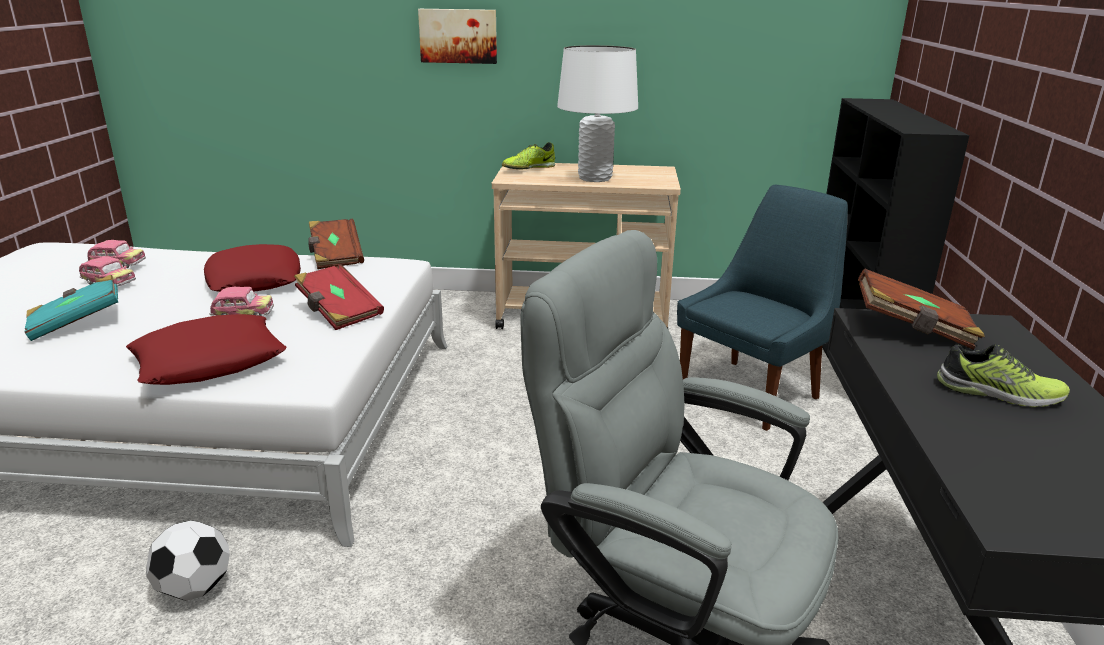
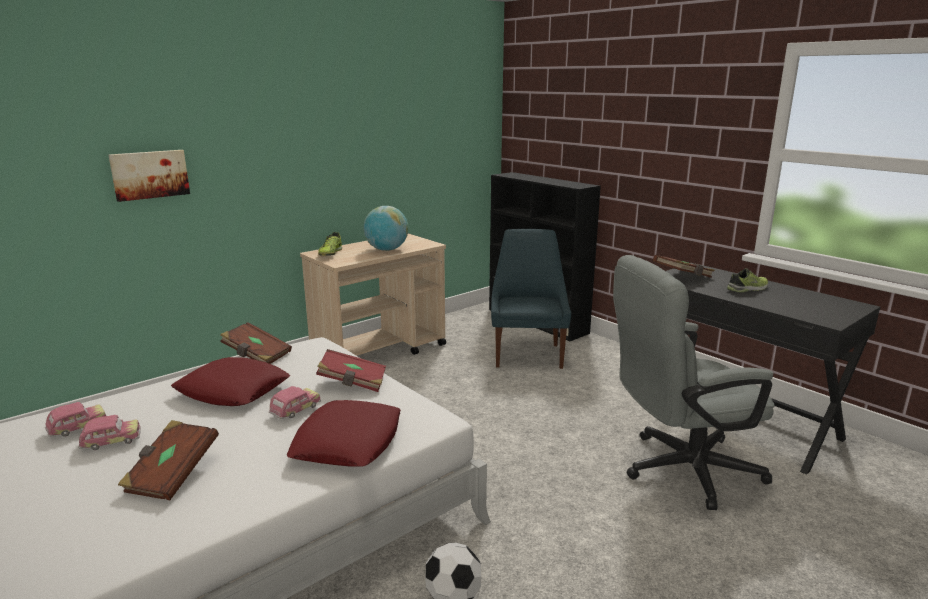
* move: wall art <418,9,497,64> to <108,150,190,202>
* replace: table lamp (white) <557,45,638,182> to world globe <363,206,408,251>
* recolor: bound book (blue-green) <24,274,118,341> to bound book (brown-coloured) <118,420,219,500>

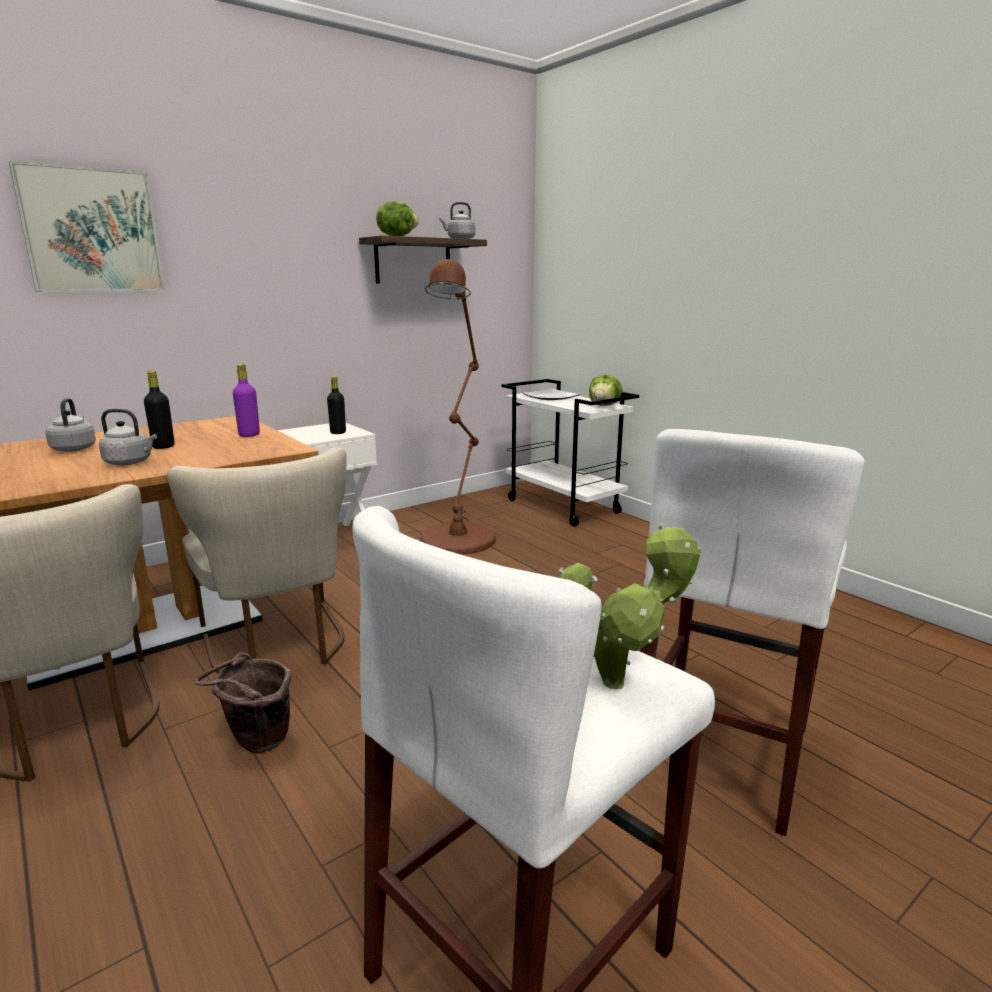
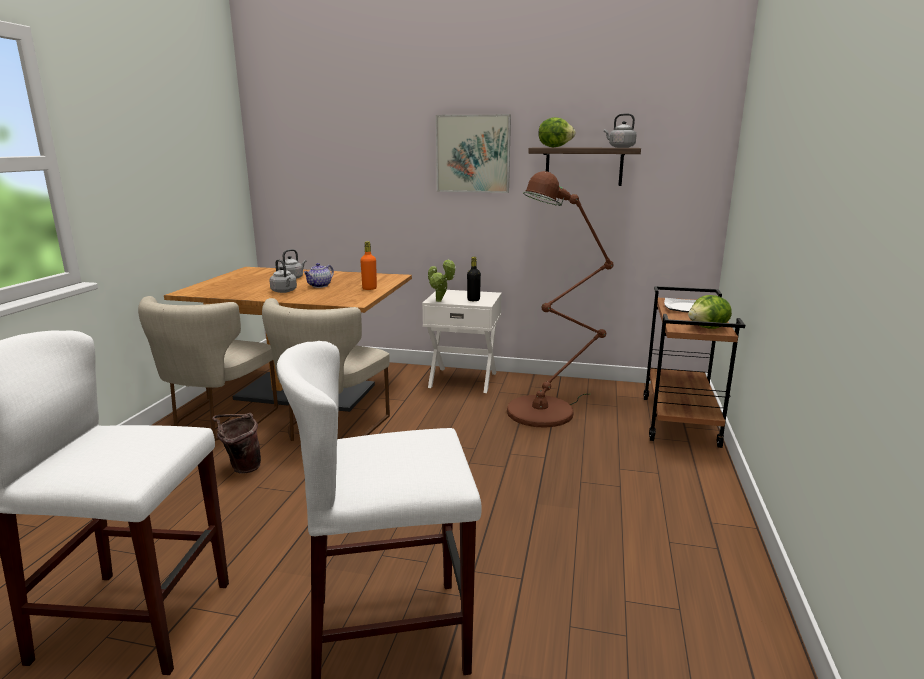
* move: wall art <9,161,165,292> to <436,114,511,193>
* recolor: bottle (purplish) <233,364,260,437> to bottle (orangey) <360,241,377,290>
* replace: bottle (black-coloured) <144,371,175,449> to pot for tea <303,263,334,288>
* recolor: wheeled cart (white) <502,379,639,526> to wheeled cart (brown-coloured) <643,286,745,448>
* move: plant in a pot <558,523,701,689> to <428,259,456,302>

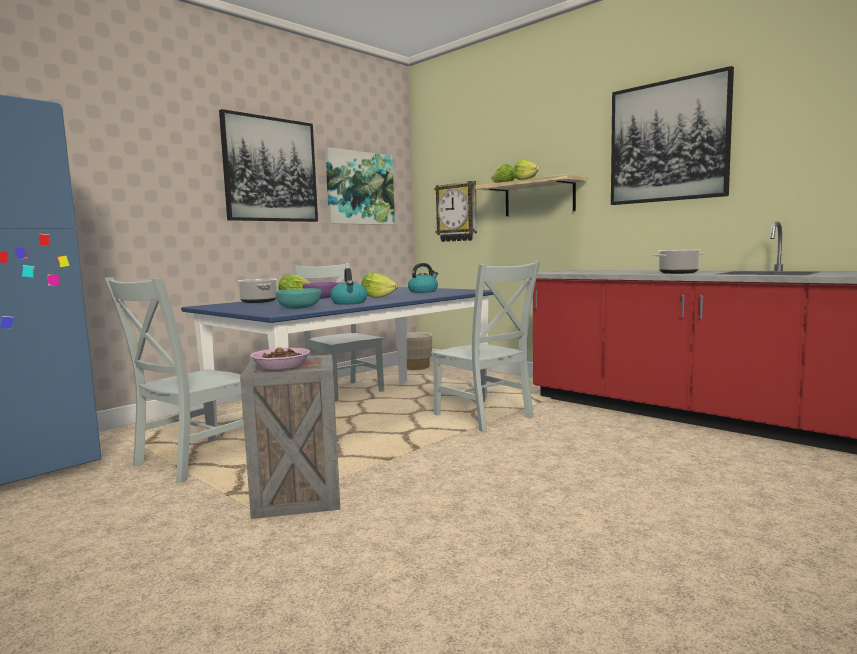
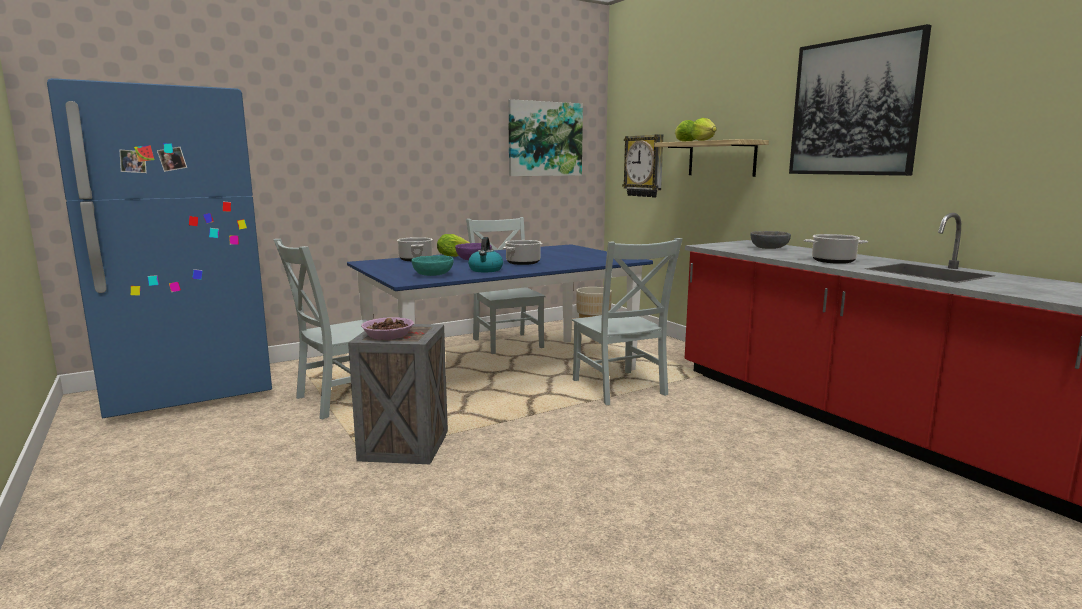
* delete: wall art <219,109,318,222>
* delete: water kettle <408,263,438,293>
* replace: lettuce head <361,272,398,298> to saucepot <503,240,542,265>
* insert: bowl (grey) <750,231,791,249>

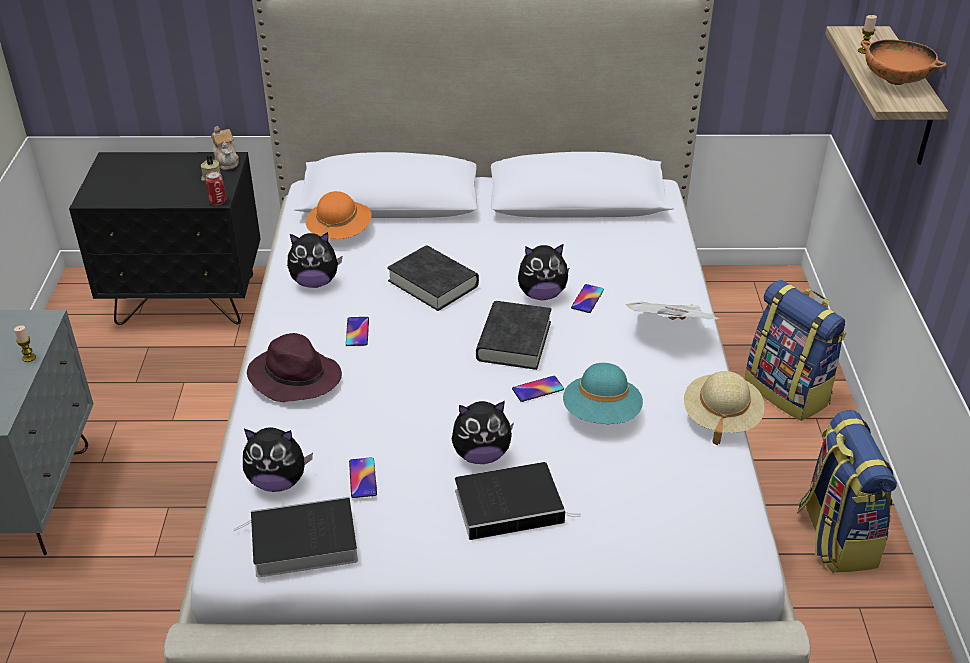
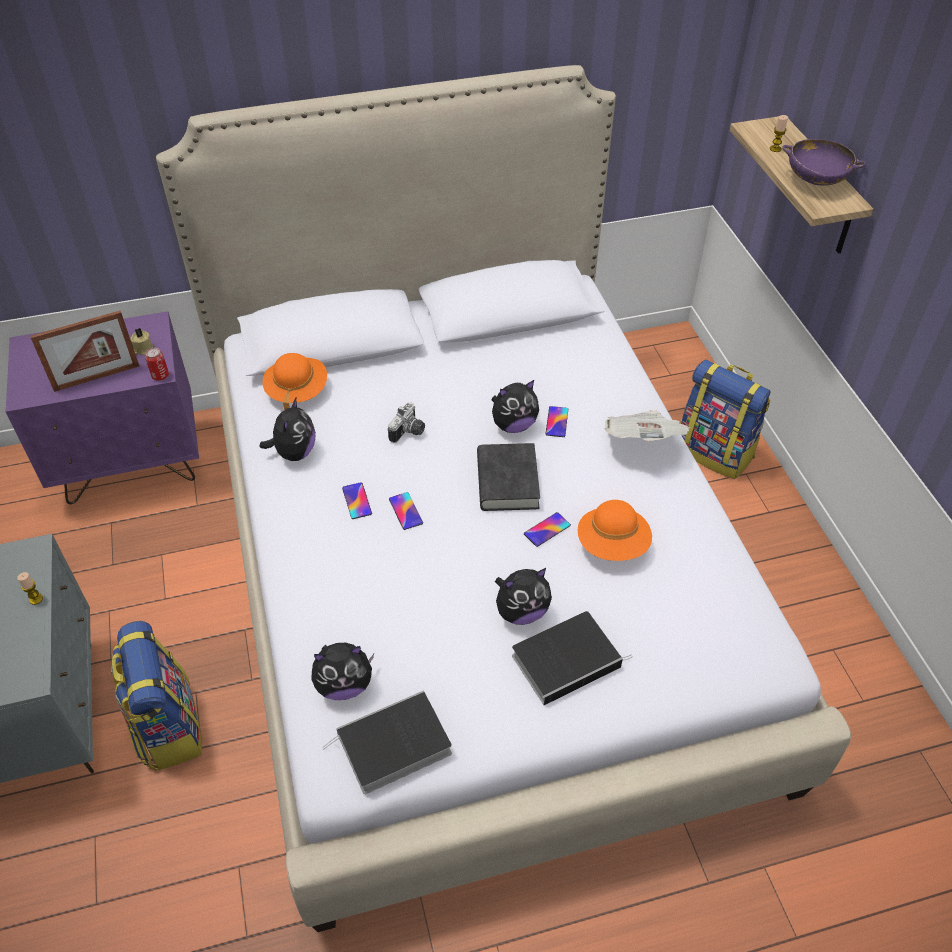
* recolor: bowl (orangey) <861,39,947,85> to bowl (purplish) <782,139,866,186>
* delete: pot for tea <211,126,239,170>
* recolor: night table (black-coloured) <69,152,261,325> to night table (purplish) <6,311,199,504>
* rotate: cuddly toy <287,232,342,288> = <260,398,316,461> 60 degrees counterclockwise
* replace: bound book (black-coloured) <387,245,479,311> to still camera <388,402,425,443>
* delete: wearable hat (purplish) <247,333,342,402>
* recolor: wearable hat (blue-green) <563,363,643,424> to wearable hat (orangey) <578,500,652,561>
* delete: wearable hat (sand-coloured) <684,371,765,445>
* move: knapsack <797,410,897,573> to <111,621,202,771>
* move: telephone <349,457,377,498> to <389,492,423,530>
* insert: picture frame <30,311,139,392>

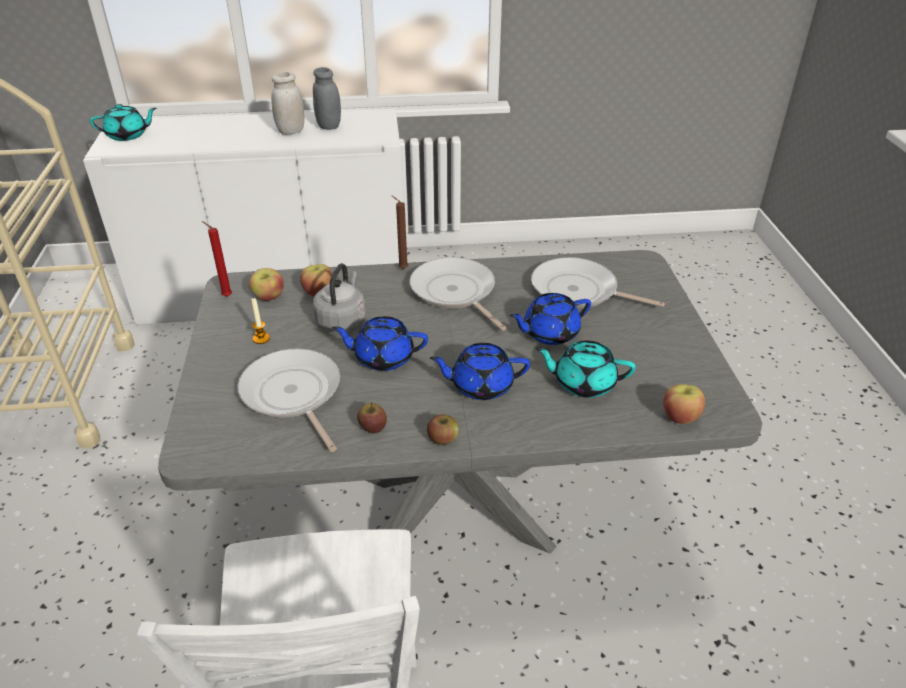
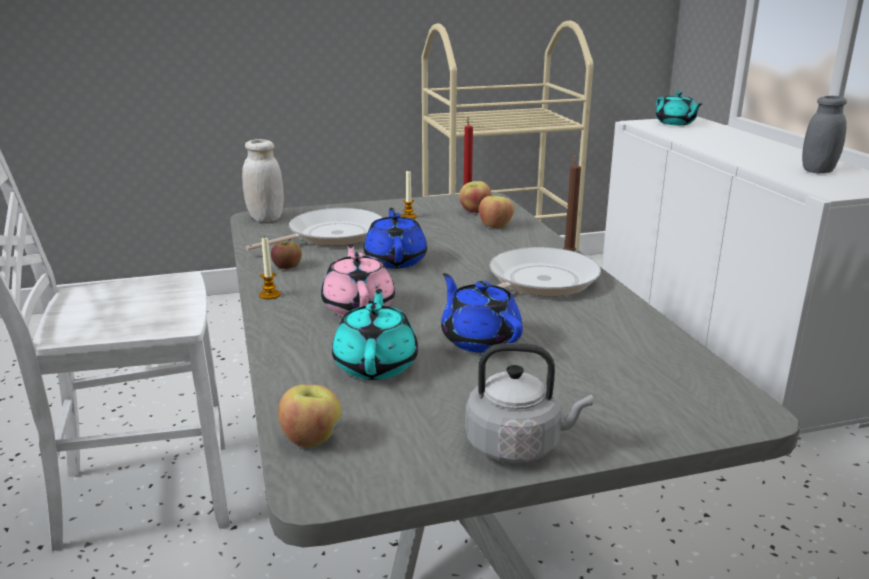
* move: jar (white) <271,72,305,135> to <242,139,284,222>
* delete: pan <531,257,665,309>
* move: water kettle (grey) <313,263,366,331> to <465,343,593,463>
* recolor: pot for tea (blue) <430,343,530,400> to pot for tea (pink-coloured) <321,244,395,316>
* replace: whole apple <427,415,459,445> to wax candle <259,236,281,299>

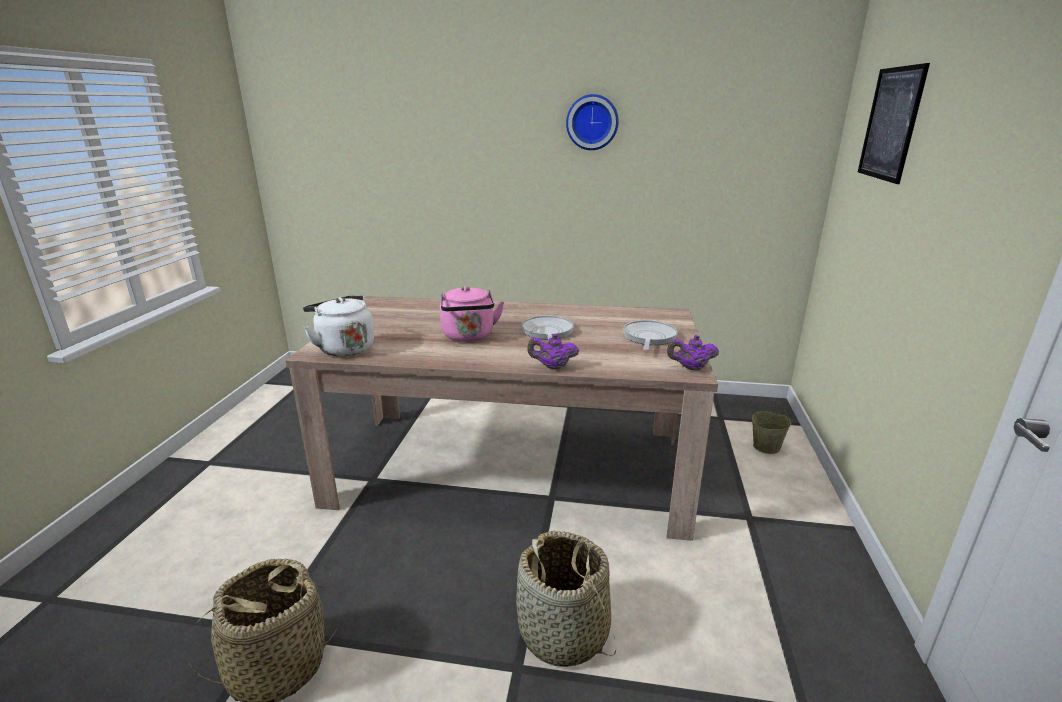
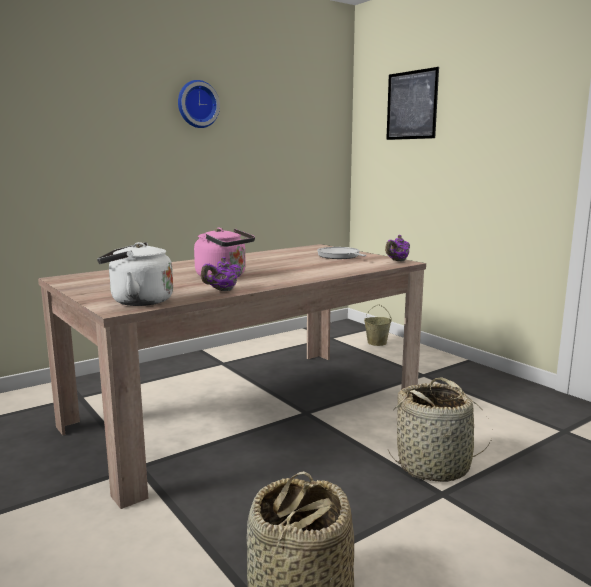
* delete: pan <522,316,574,340>
* move: pot for tea (purplish) <527,334,579,369> to <201,257,242,291>

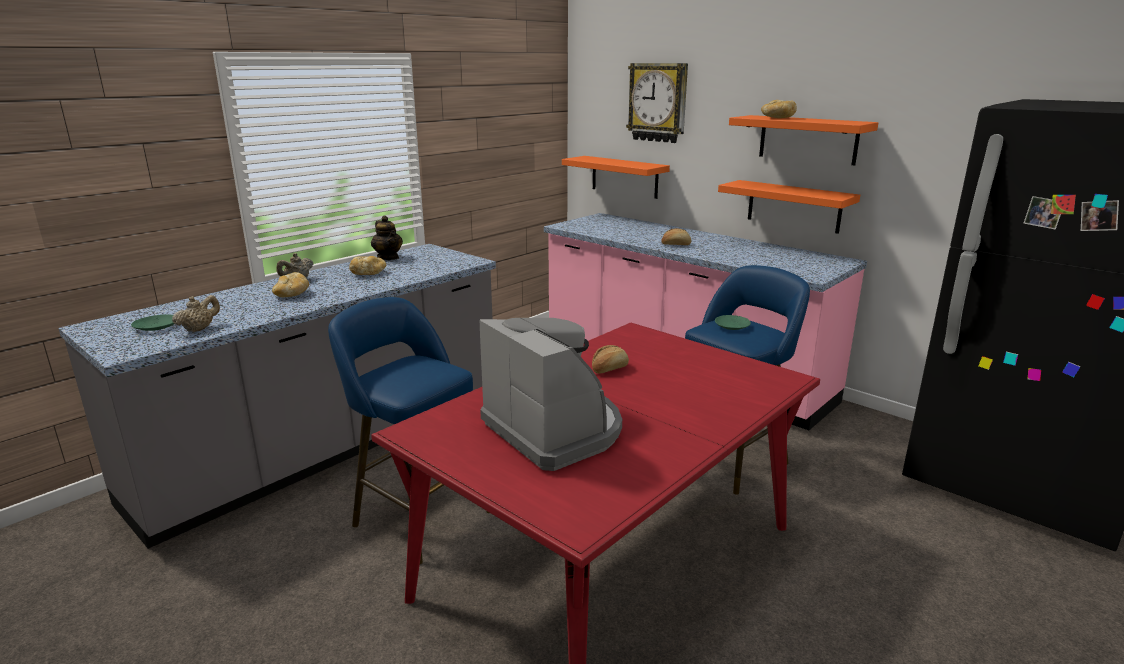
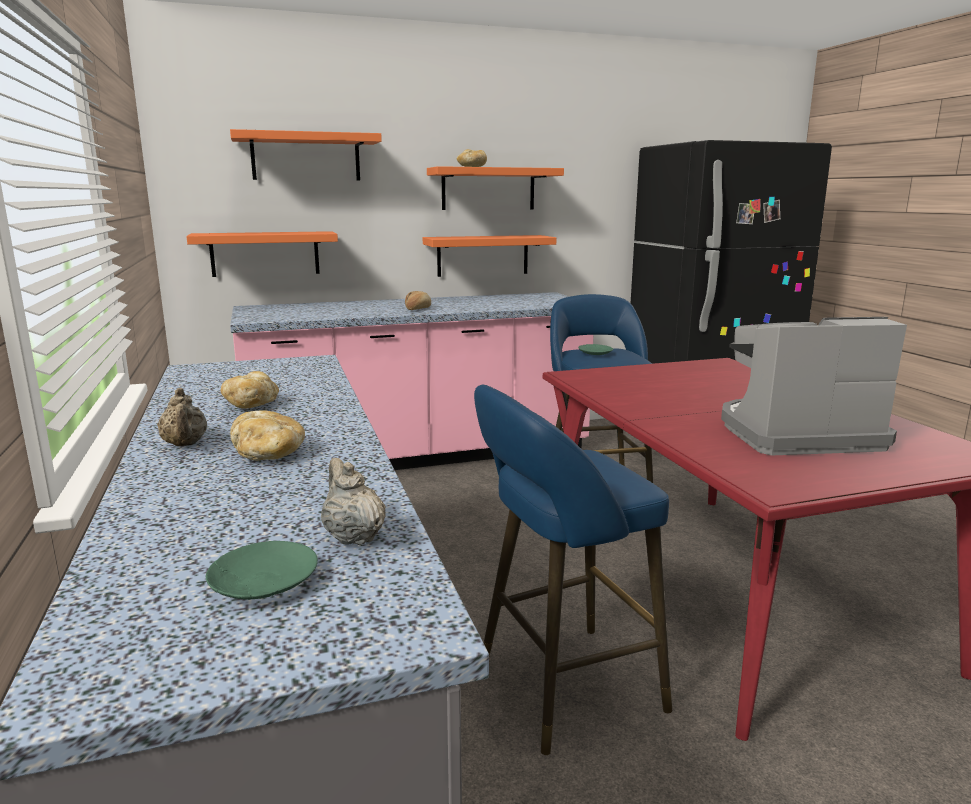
* replace: hanging clock <626,63,688,143> to wall shelf (orangey) <230,129,382,181>
* delete: pot for tea <371,216,403,260>
* delete: bread <592,345,629,374>

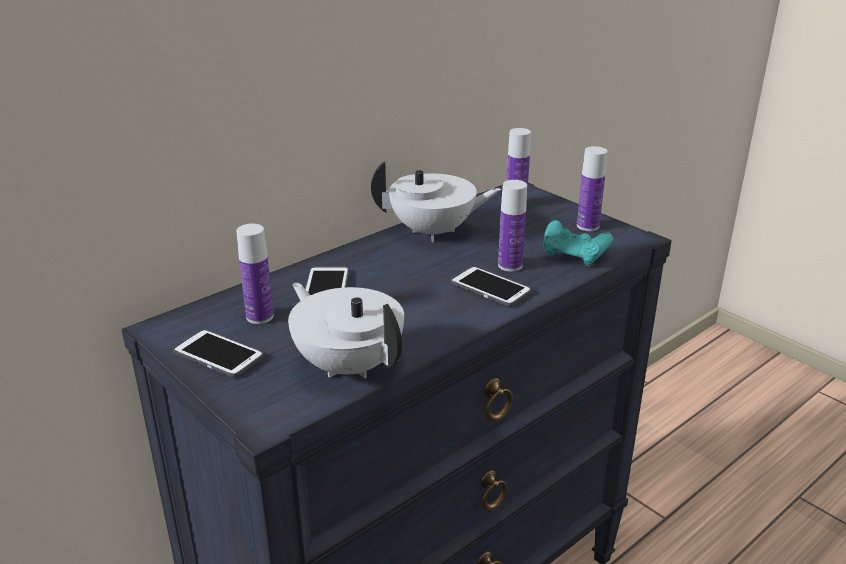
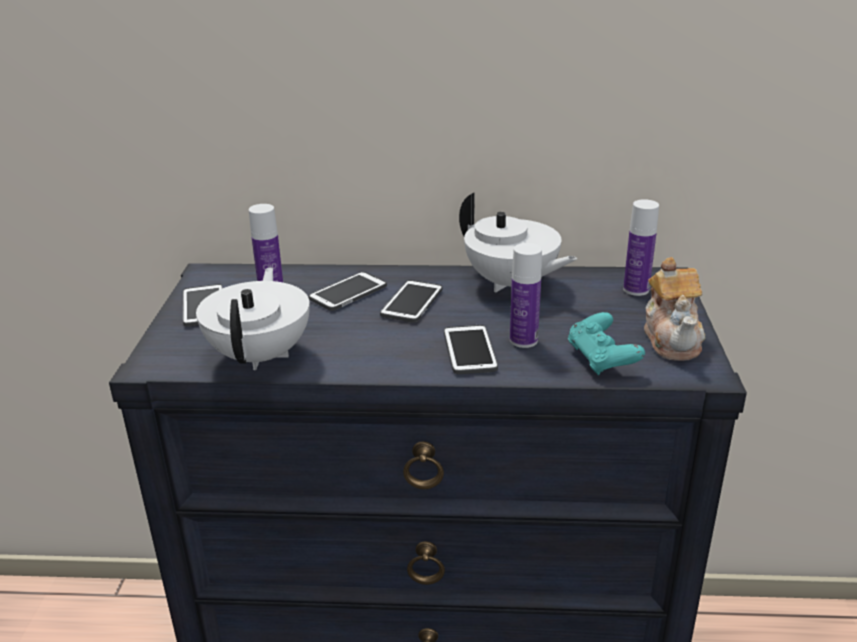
* replace: bottle <577,146,607,231> to pot for tea <644,257,706,361>
* insert: telephone <380,280,443,323>

